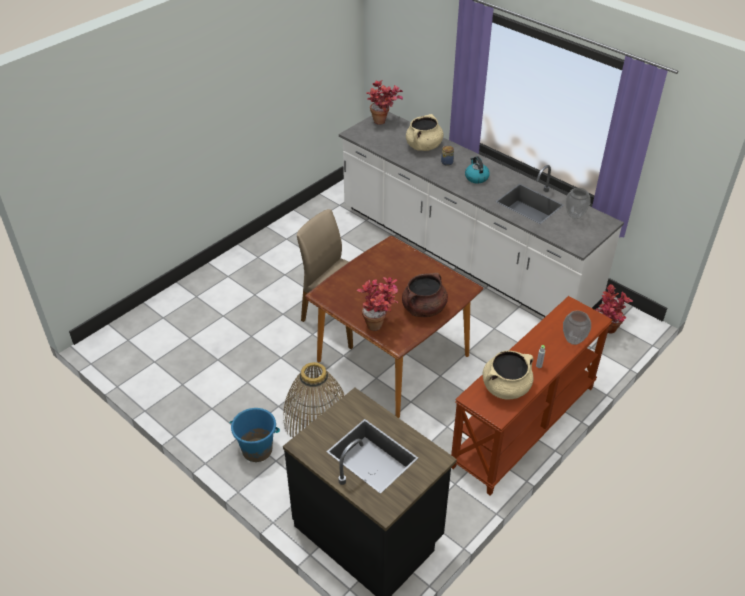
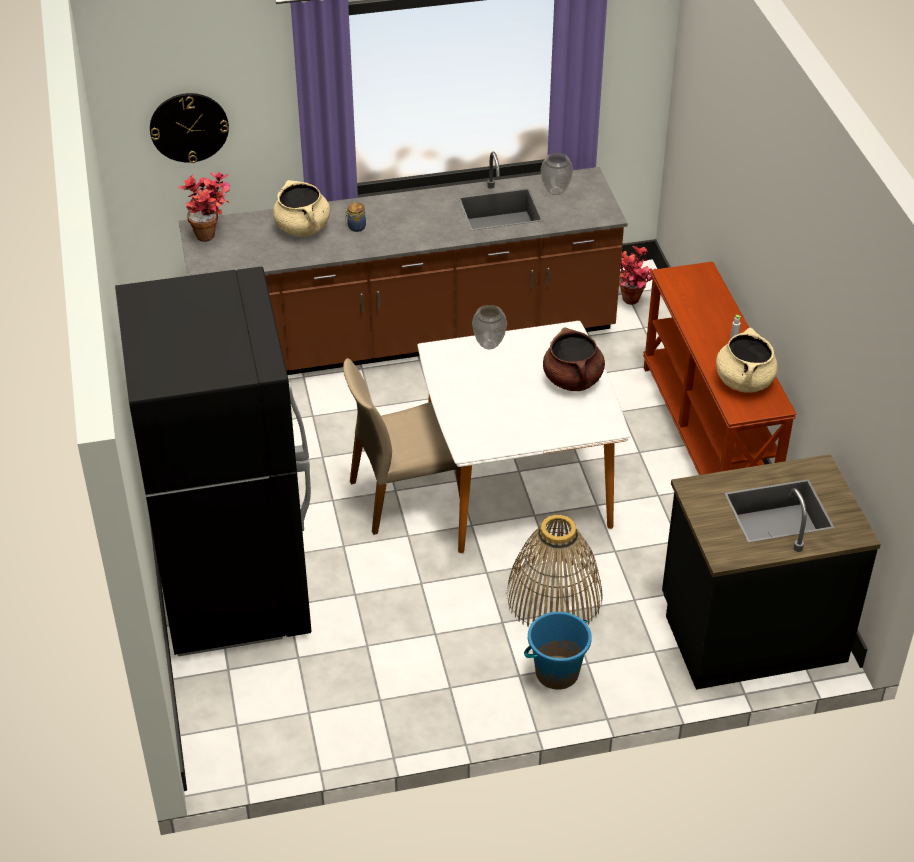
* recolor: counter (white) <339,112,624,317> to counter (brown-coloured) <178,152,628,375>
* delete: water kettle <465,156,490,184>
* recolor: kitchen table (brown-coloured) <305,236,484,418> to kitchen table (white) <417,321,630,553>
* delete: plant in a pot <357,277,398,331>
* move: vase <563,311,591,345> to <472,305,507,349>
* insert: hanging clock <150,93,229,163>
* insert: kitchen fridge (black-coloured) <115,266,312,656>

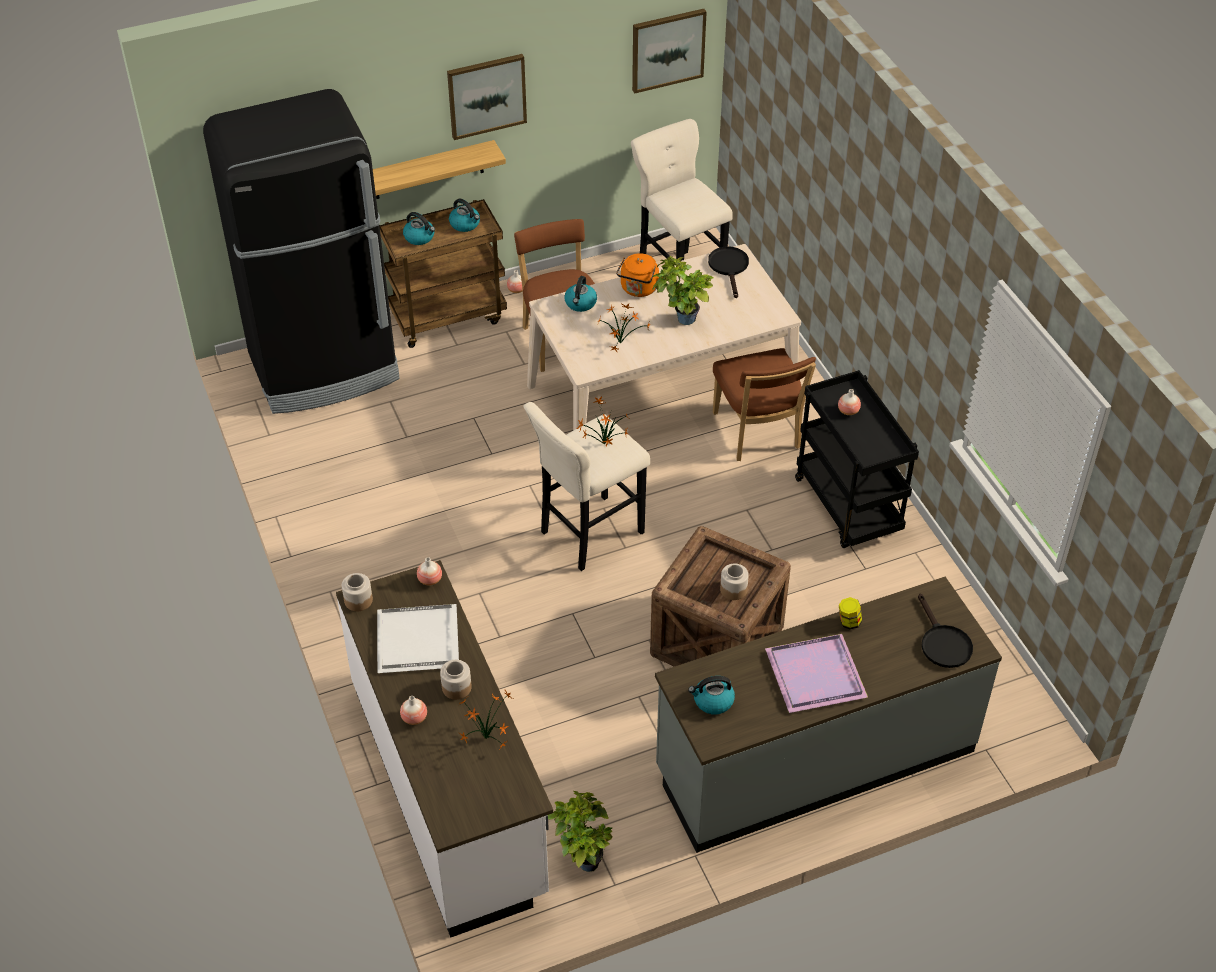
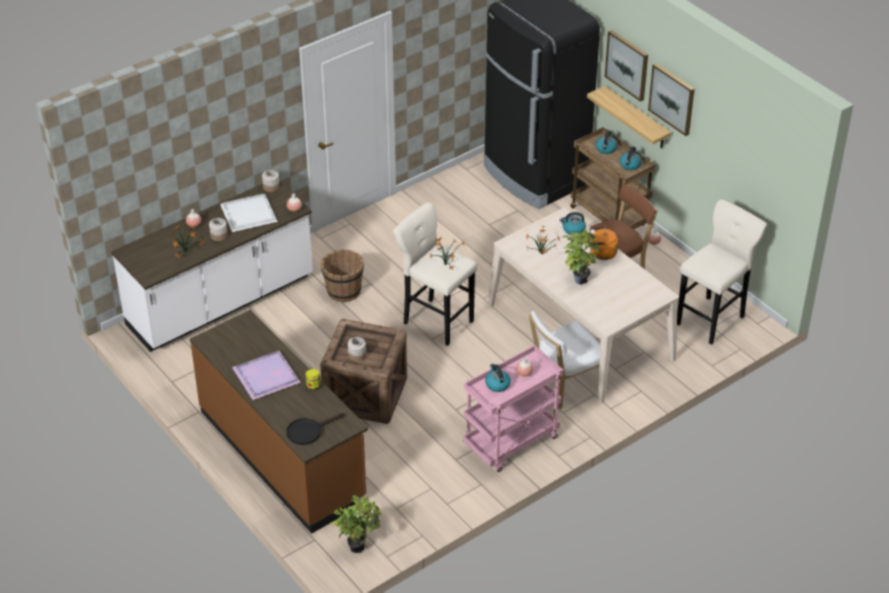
* move: wall art <632,9,707,93> to <605,30,648,102>
* delete: pan (black-coloured) <708,246,749,298>
* recolor: upright chair (brown-coloured) <713,348,816,461> to upright chair (white) <529,311,600,410>
* recolor: wheeled cart (black-coloured) <795,370,919,548> to wheeled cart (pink-coloured) <463,345,563,472>
* recolor: counter (grey) <655,577,1002,853> to counter (brown-coloured) <190,310,368,534>
* move: water kettle <688,676,735,715> to <485,364,511,392>
* move: plant in a pot <548,791,613,872> to <329,495,381,553>
* insert: pail (brown-coloured) <321,249,364,302>

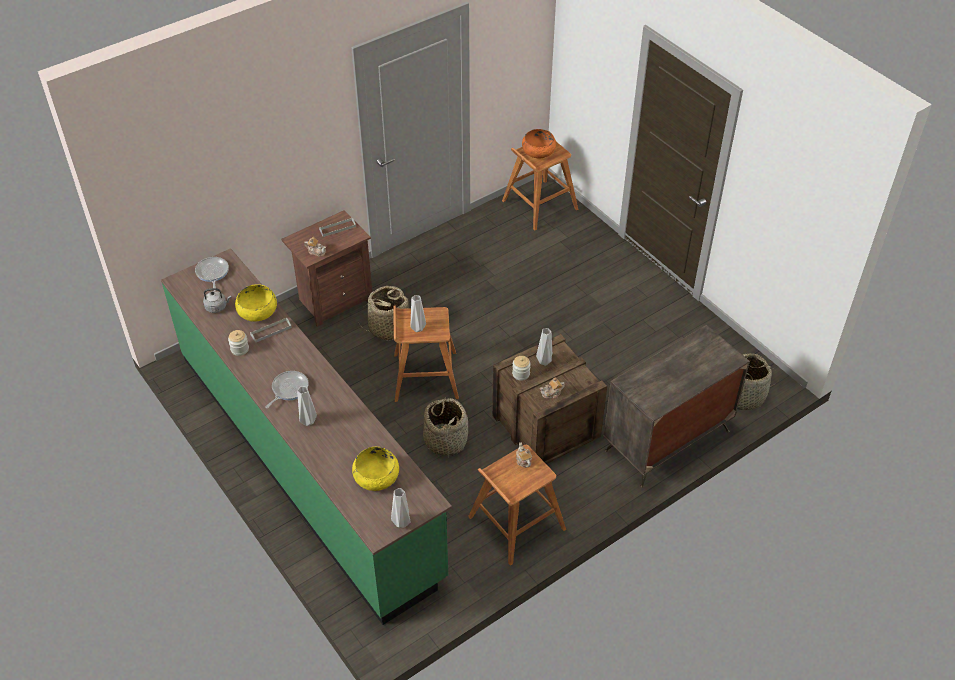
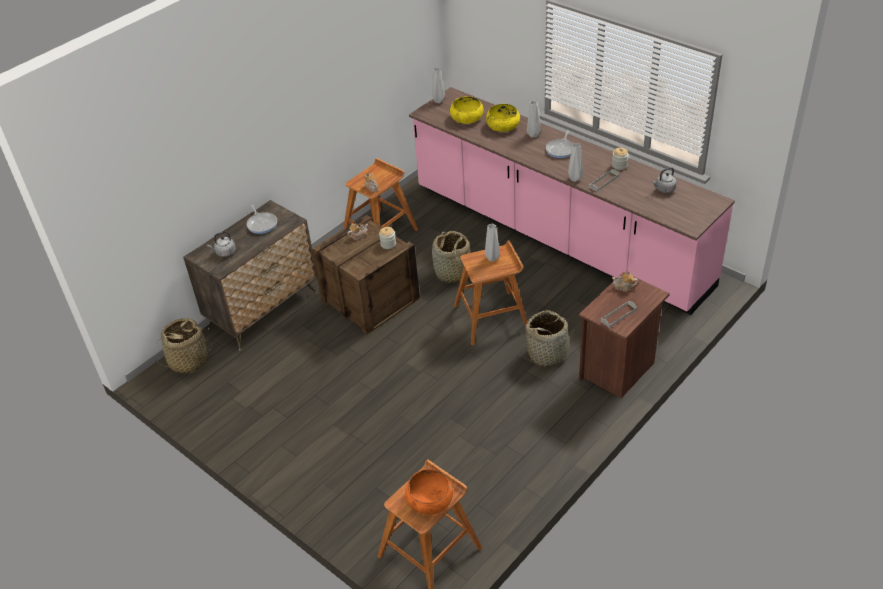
* recolor: counter (greenish) <161,248,452,625> to counter (pink-coloured) <409,87,735,315>
* move: pan <195,257,229,291> to <247,205,277,234>
* move: bowl (yellow) <235,284,277,322> to <486,104,520,132>
* move: vase (grey) <536,328,552,366> to <568,143,583,182>
* insert: water kettle (grey) <207,231,236,257>

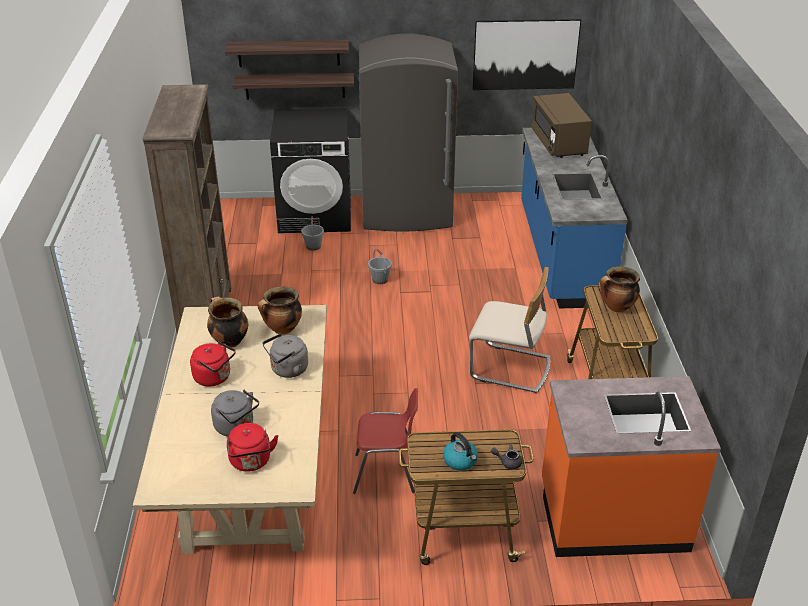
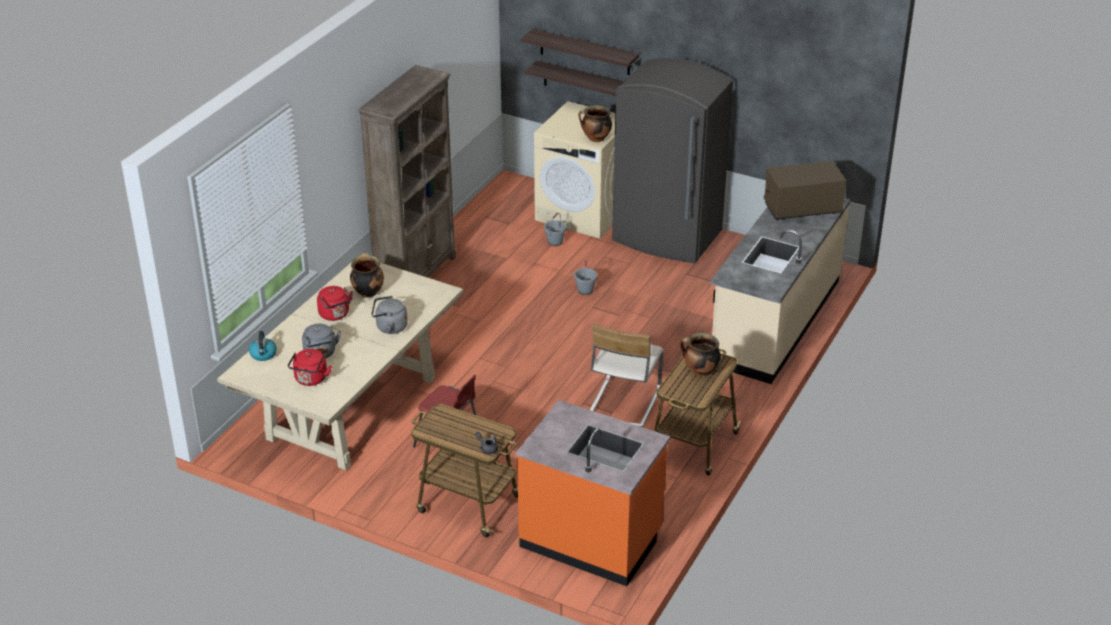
* delete: wall art <473,19,581,90>
* rotate: microwave (brown-coloured) <531,93,592,158> = <764,161,846,220> 60 degrees clockwise
* recolor: laundry machine (black-coloured) <270,108,351,233> to laundry machine (sand-coloured) <534,101,615,239>
* recolor: counter (blue) <521,128,628,309> to counter (sand-coloured) <711,198,850,384>
* rotate: upright chair (sand-coloured) <469,267,550,394> = <590,324,664,427> 60 degrees clockwise
* move: saucepot <258,287,302,335> to <578,105,612,142>
* move: water kettle <443,432,478,471> to <249,331,277,361>

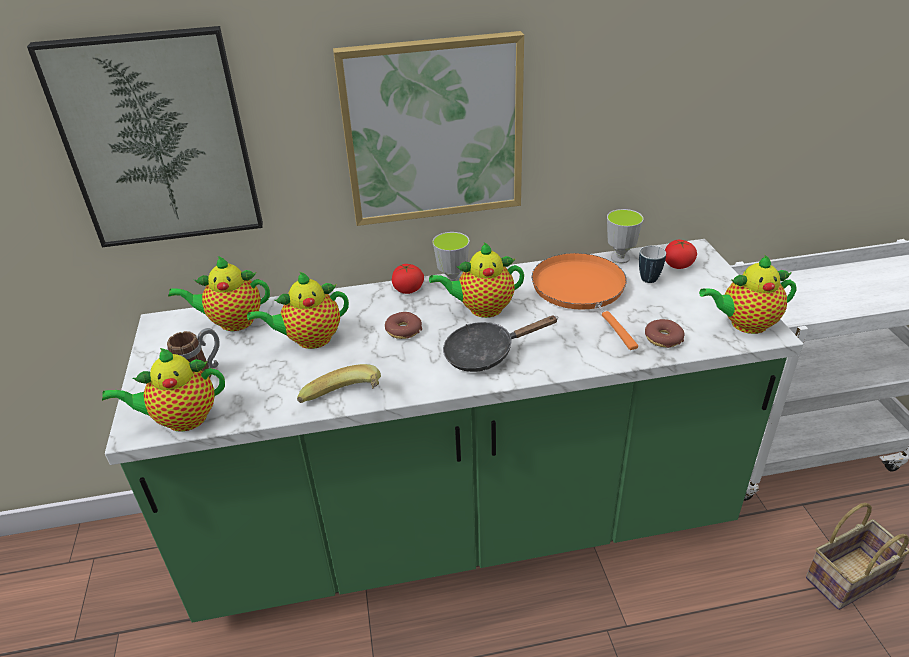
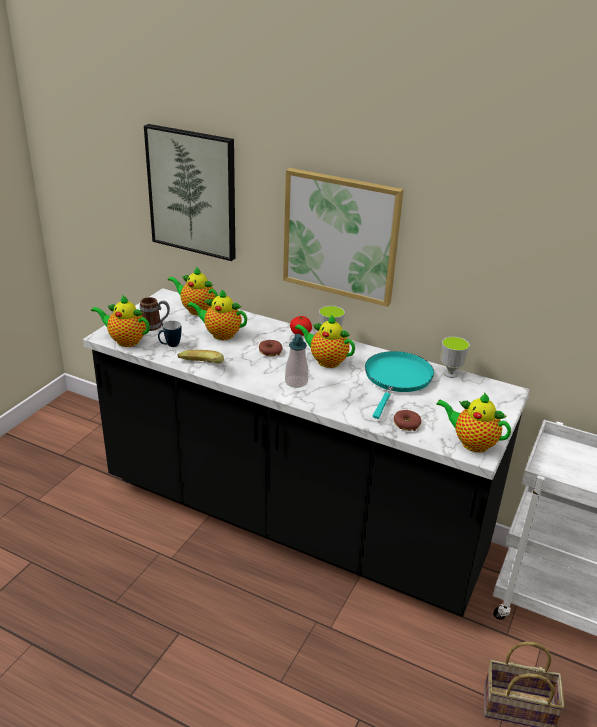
* recolor: counter (greenish) <105,239,803,622> to counter (black-coloured) <83,288,530,617>
* delete: tomato <665,240,697,269>
* move: mug <639,246,666,283> to <158,321,182,347>
* recolor: pan (orangey) <532,253,638,350> to pan (blue-green) <365,351,434,419>
* replace: pan (black-coloured) <443,316,557,372> to soap dispenser <285,334,308,388>

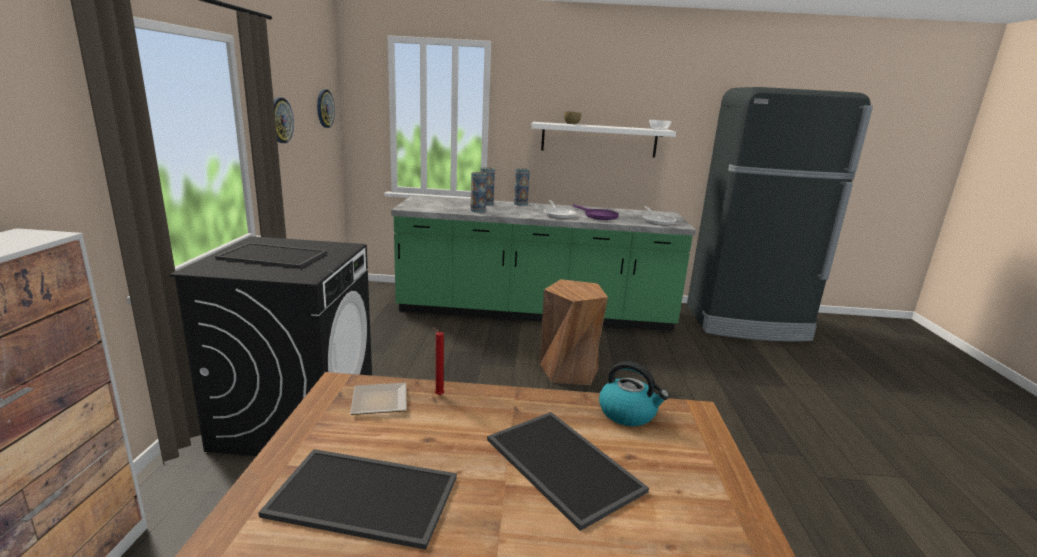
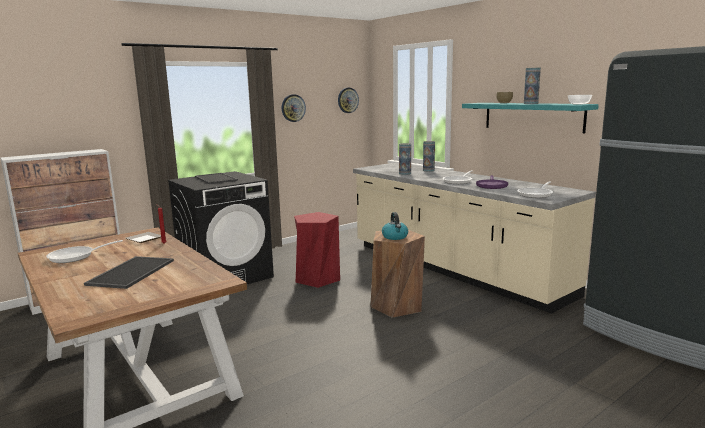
* recolor: wall shelf (white) <531,122,676,157> to wall shelf (blue-green) <462,103,599,133>
* move: vase <514,168,530,206> to <524,68,541,104>
* recolor: counter (greenish) <391,195,696,331> to counter (sand-coloured) <353,162,596,314>
* move: water kettle <599,361,669,426> to <382,212,408,240>
* replace: tray <258,449,457,550> to pan <46,240,123,263>
* insert: stool (reddish) <294,212,340,288>

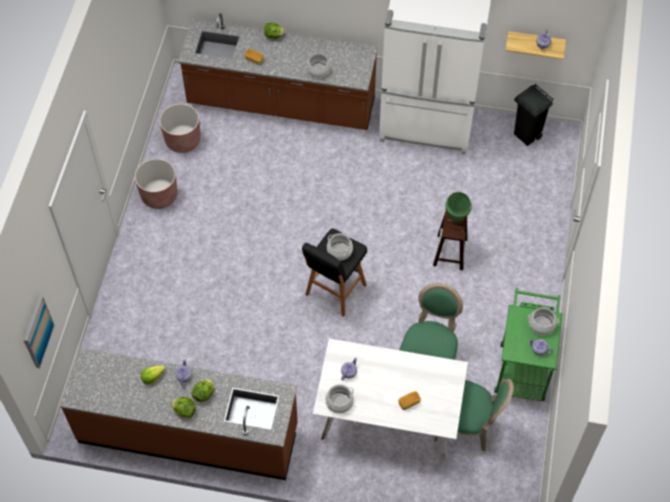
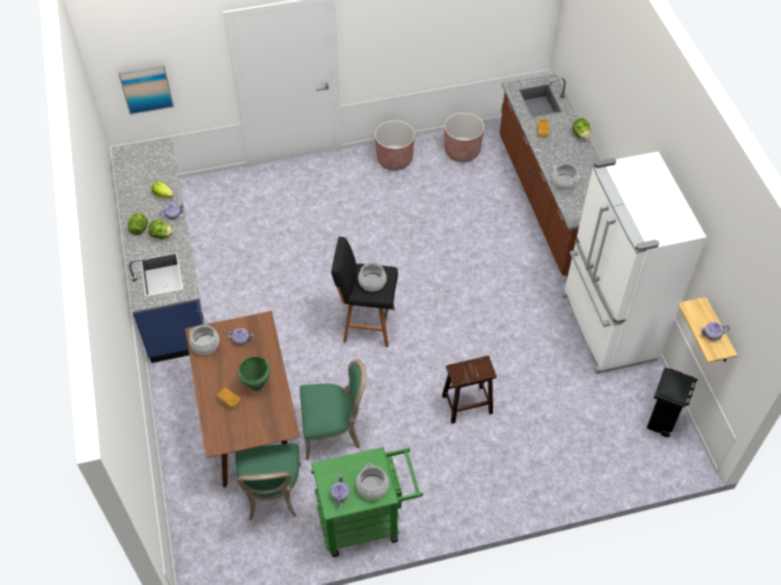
* move: saucepot (greenish) <445,192,472,222> to <238,356,270,391>
* recolor: kitchen table (white) <313,339,468,461> to kitchen table (brown-coloured) <185,311,300,488>
* recolor: counter (brown-coloured) <60,347,298,480> to counter (blue) <111,138,204,363>

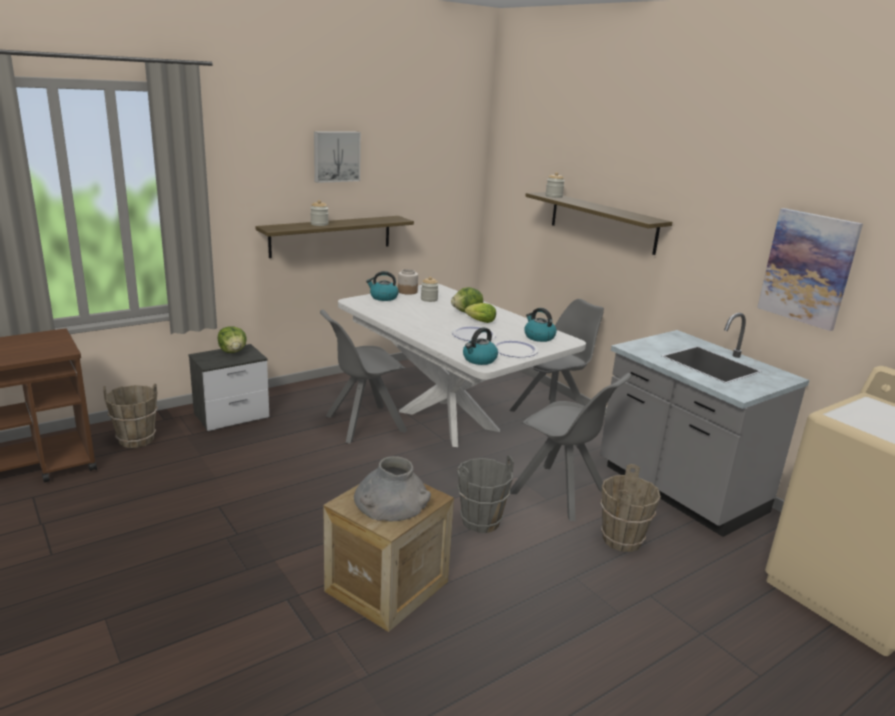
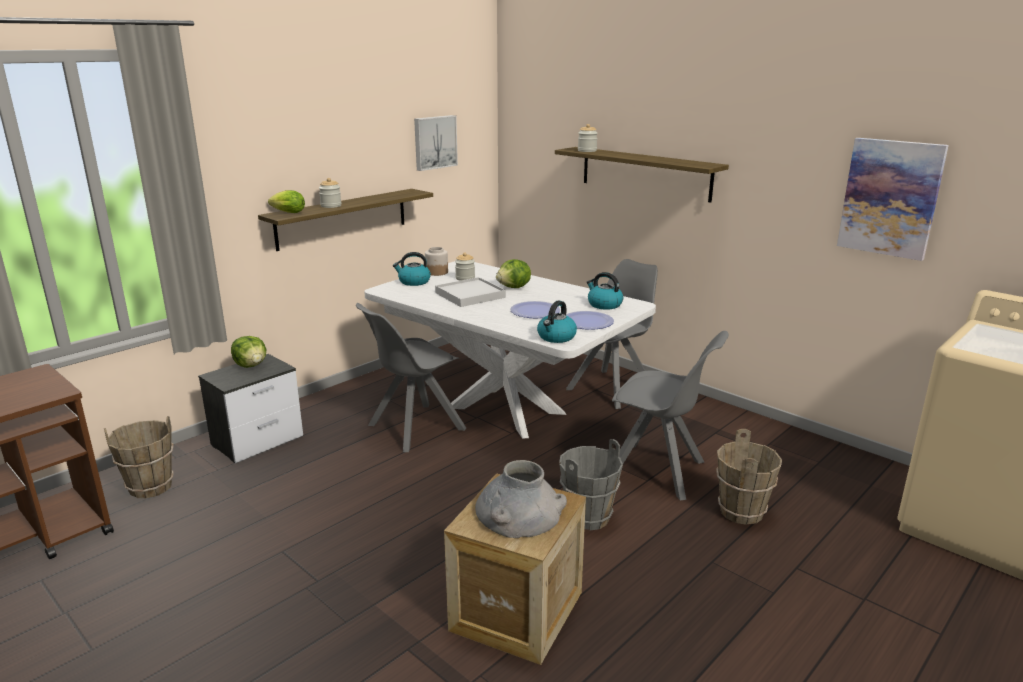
* move: wall art <314,131,361,183> to <414,115,458,171>
* move: lettuce head <465,303,496,323> to <268,190,305,213>
* delete: counter (grey) <600,313,809,537>
* insert: tray (white) <435,277,506,307>

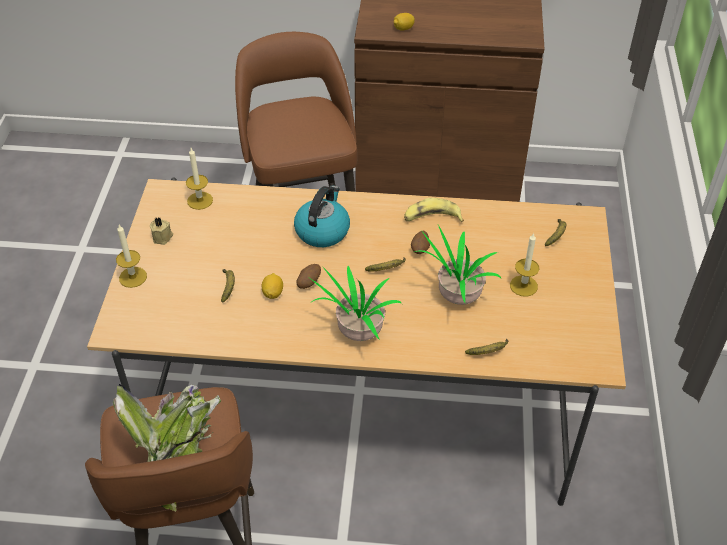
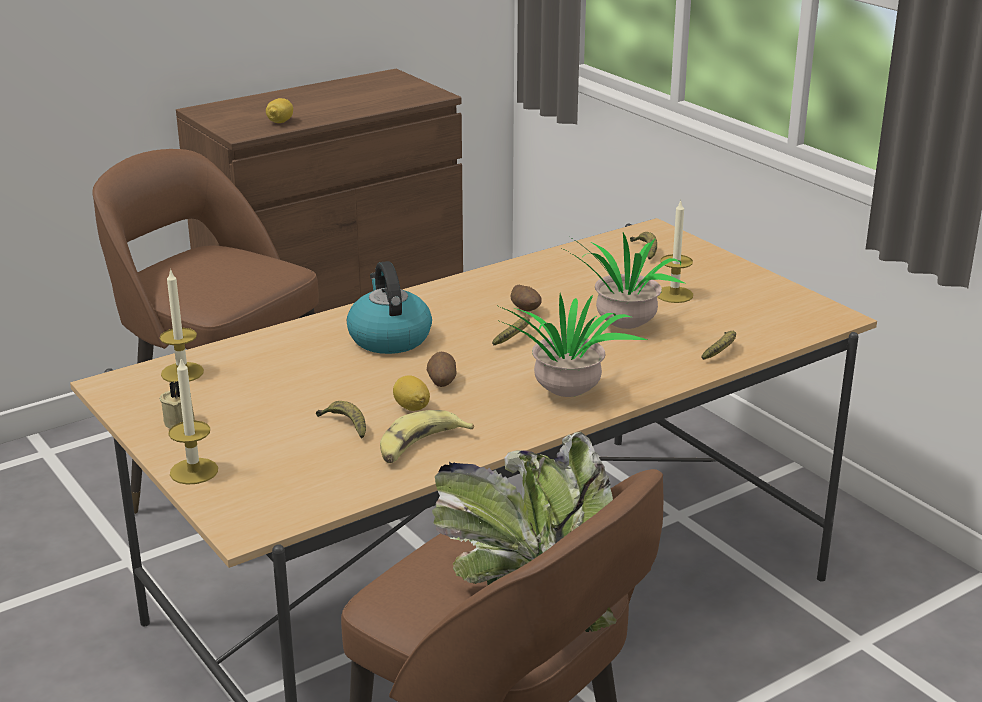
* move: whole banana <404,198,464,222> to <380,410,474,463>

